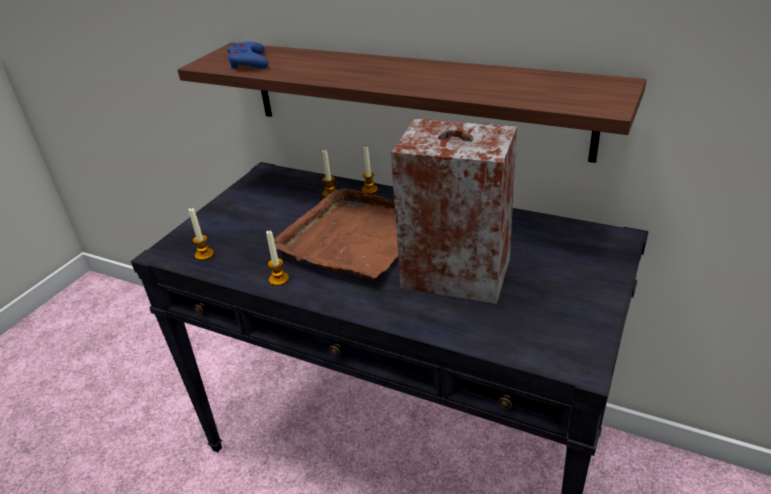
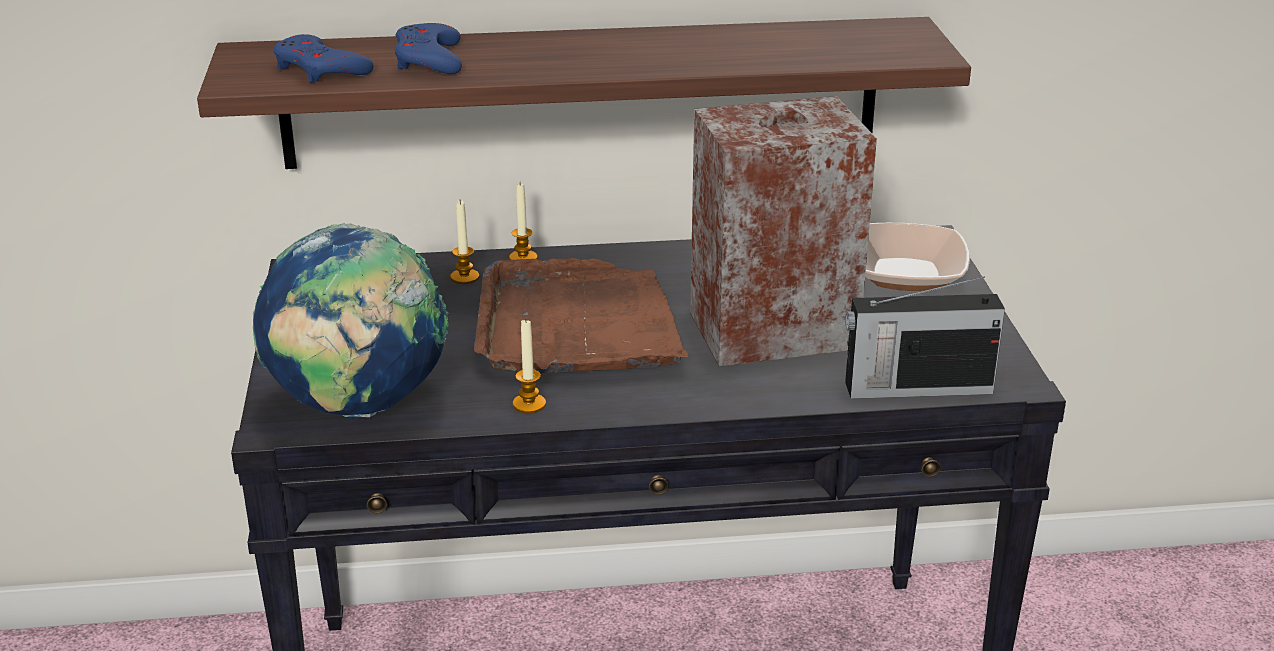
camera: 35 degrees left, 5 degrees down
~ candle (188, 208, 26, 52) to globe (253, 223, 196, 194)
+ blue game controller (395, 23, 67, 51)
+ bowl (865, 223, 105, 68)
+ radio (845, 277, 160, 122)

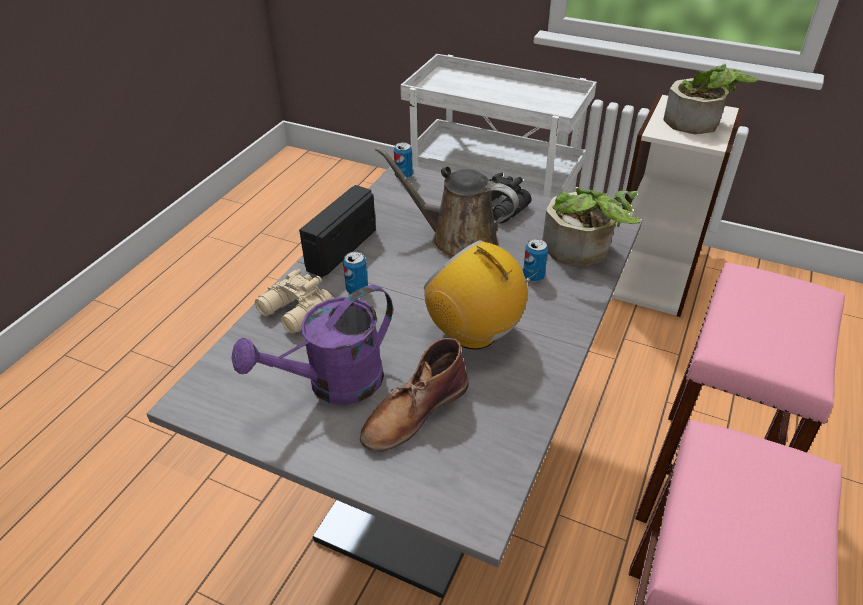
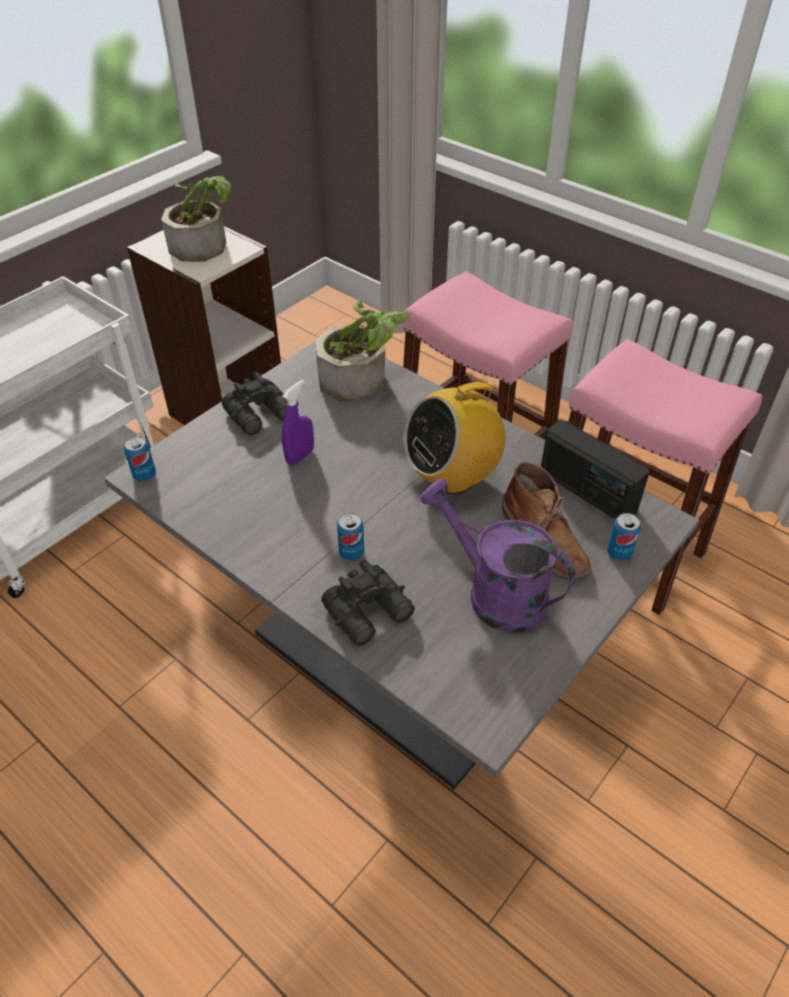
camera: 75 degrees left, 5 degrees up
~ brown watering can (375, 146, 144, 112) to purple spray bottle (282, 379, 32, 87)
~ radio (299, 185, 77, 92) to (541, 420, 109, 99)
~ can (523, 239, 25, 43) to (607, 513, 34, 48)
~ beige binoculars (255, 269, 78, 65) to black binoculars (321, 559, 94, 87)
~ purple watering can (232, 285, 161, 120) = (420, 479, 155, 154) 150 degrees clockwise

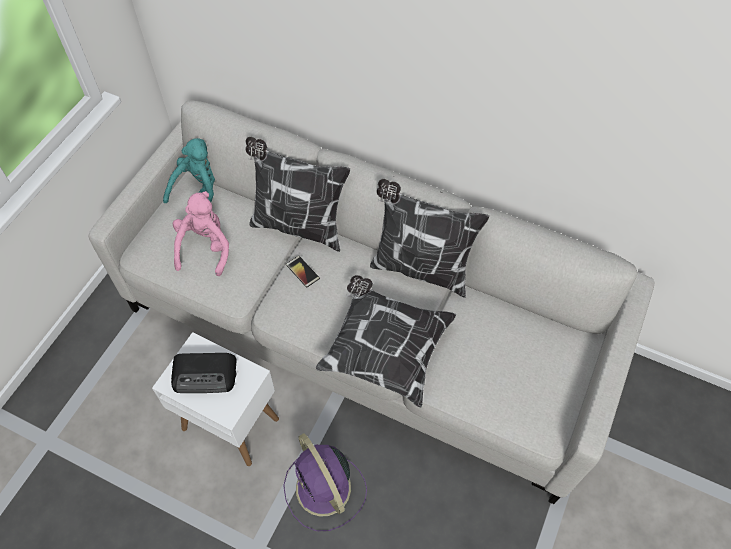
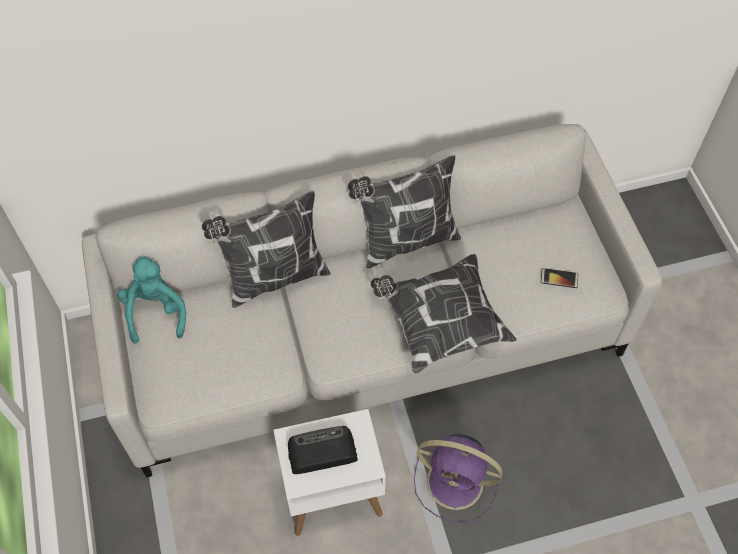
camera: 40 degrees left, 0 degrees up
- pink plush toy (173, 191, 56, 85)
~ phone (286, 255, 34, 33) to (541, 268, 37, 20)
~ radio (171, 353, 66, 40) = (288, 426, 70, 48) 150 degrees counterclockwise

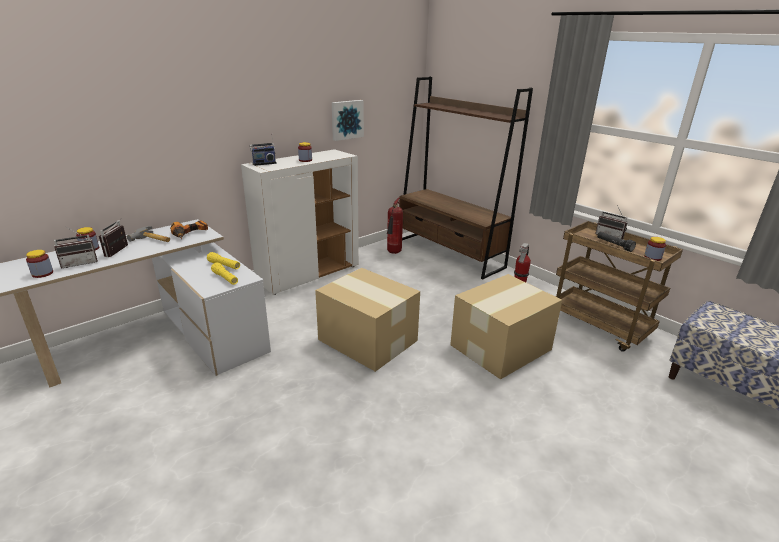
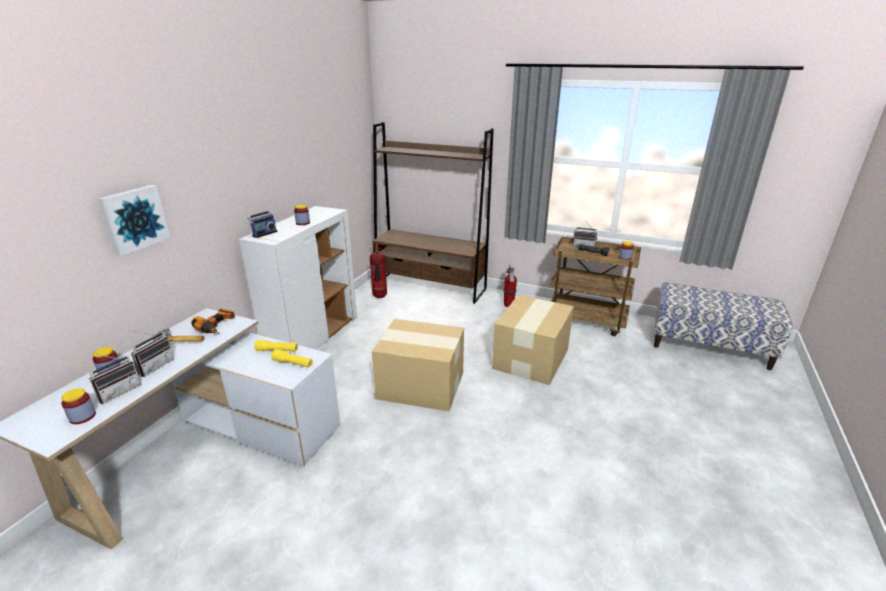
camera: 25 degrees left, 0 degrees up
~ picture (332, 100, 32, 41) to (98, 185, 72, 71)
~ radio (99, 218, 29, 39) = (131, 331, 43, 46) 135 degrees counterclockwise

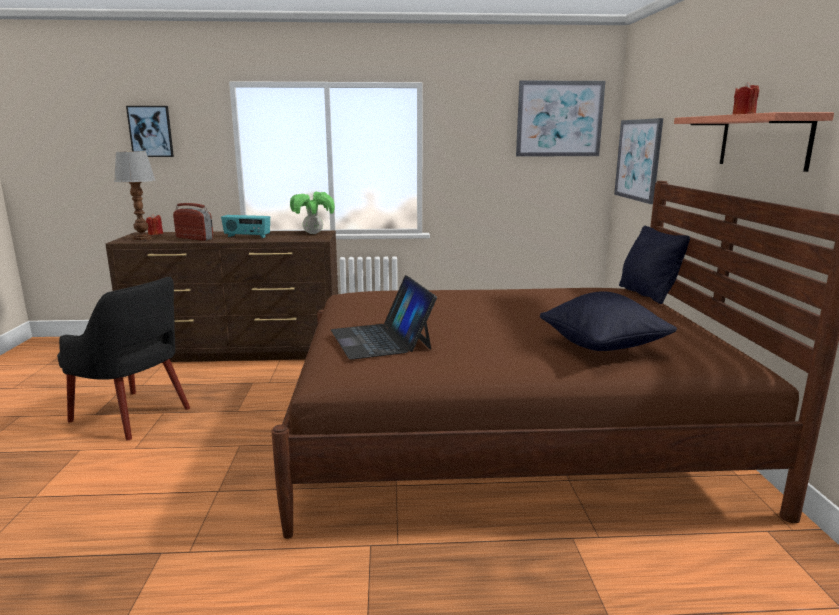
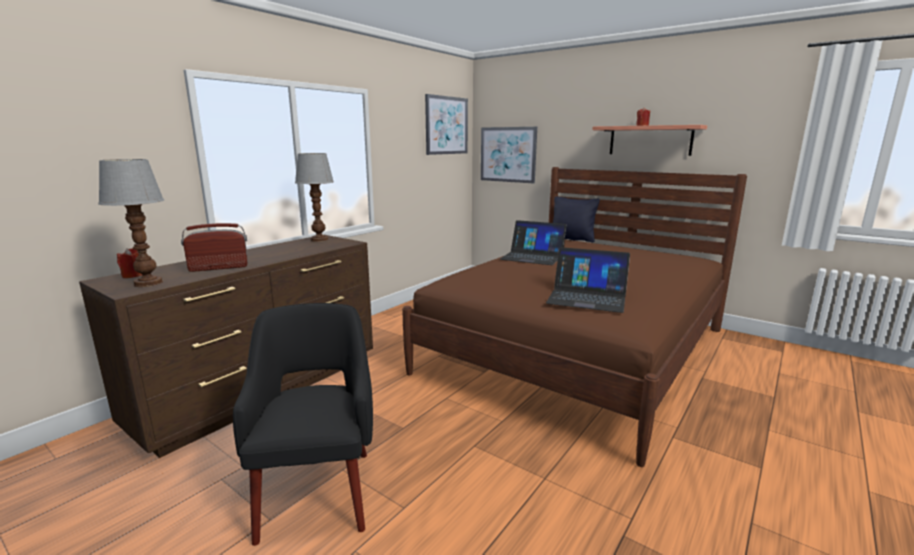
camera: 50 degrees left, 0 degrees up
- picture (126, 106, 48, 51)
~ potted plant (290, 192, 45, 42) to table lamp (295, 153, 39, 89)
- radio (221, 215, 49, 23)
~ black armchair (57, 277, 133, 164) = (233, 303, 140, 243) 75 degrees counterclockwise
- black pillow (540, 291, 137, 60)
+ laptop (500, 220, 67, 45)

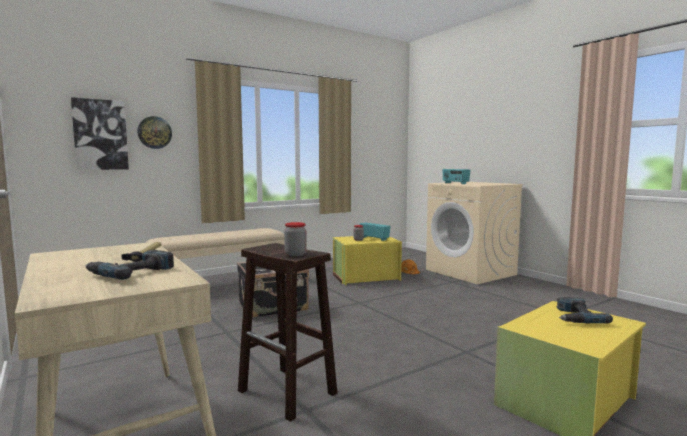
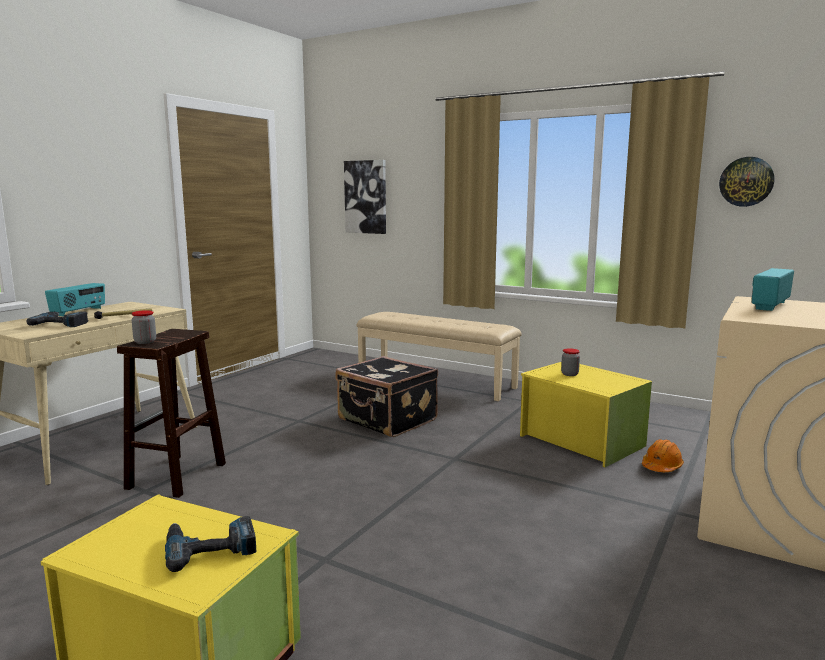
camera: 65 degrees right, 5 degrees up
~ wall clock (137, 116, 35, 33) to (719, 157, 55, 50)
~ radio (360, 222, 30, 19) to (45, 283, 60, 33)

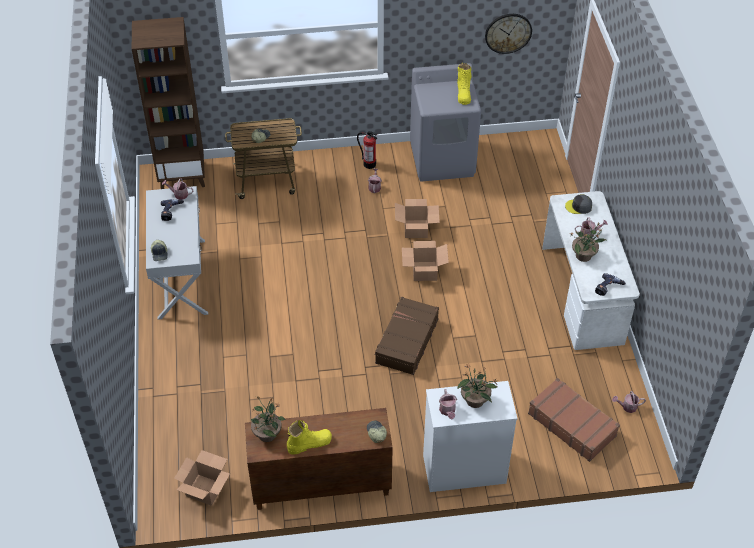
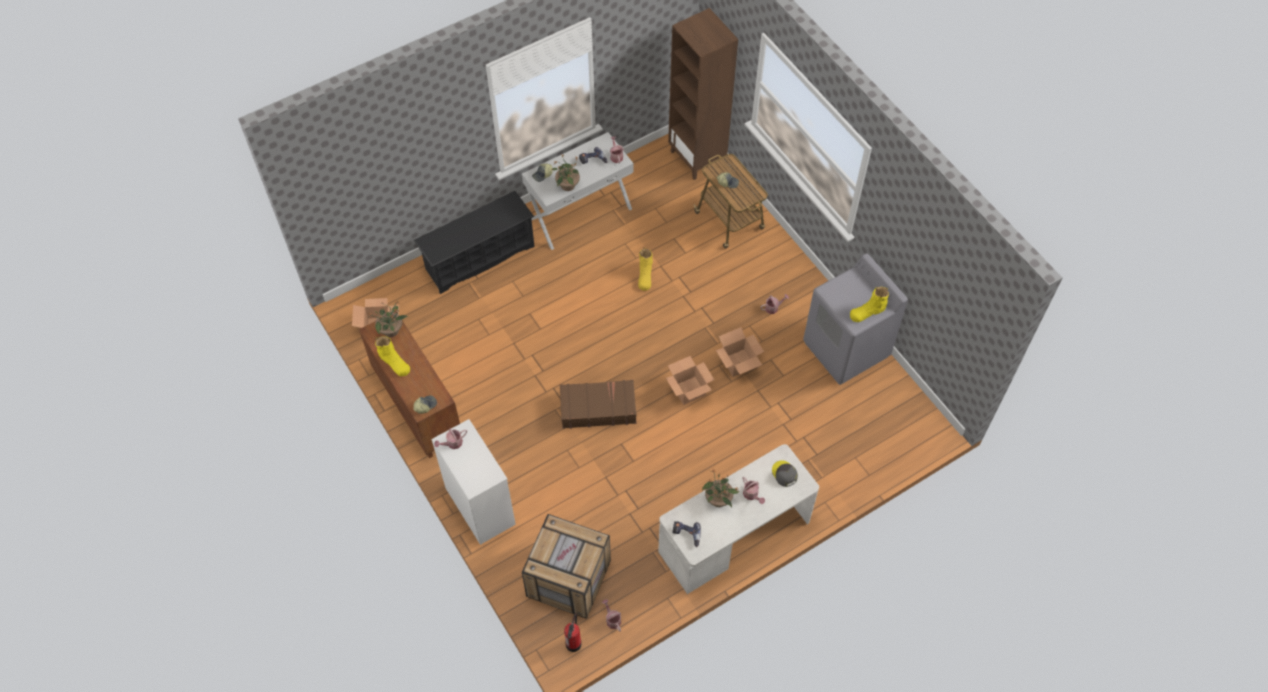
camera: 65 degrees right, 10 degrees up
- wall clock (485, 14, 47, 40)
~ fire extinguisher (357, 131, 21, 38) to (564, 613, 17, 39)
~ potted plant (458, 365, 40, 43) to (552, 155, 28, 36)
~ brown suitcase (528, 378, 92, 84) to crate (522, 514, 89, 105)
+ black shoe rack (414, 191, 121, 103)
+ yellow boot (638, 248, 15, 43)

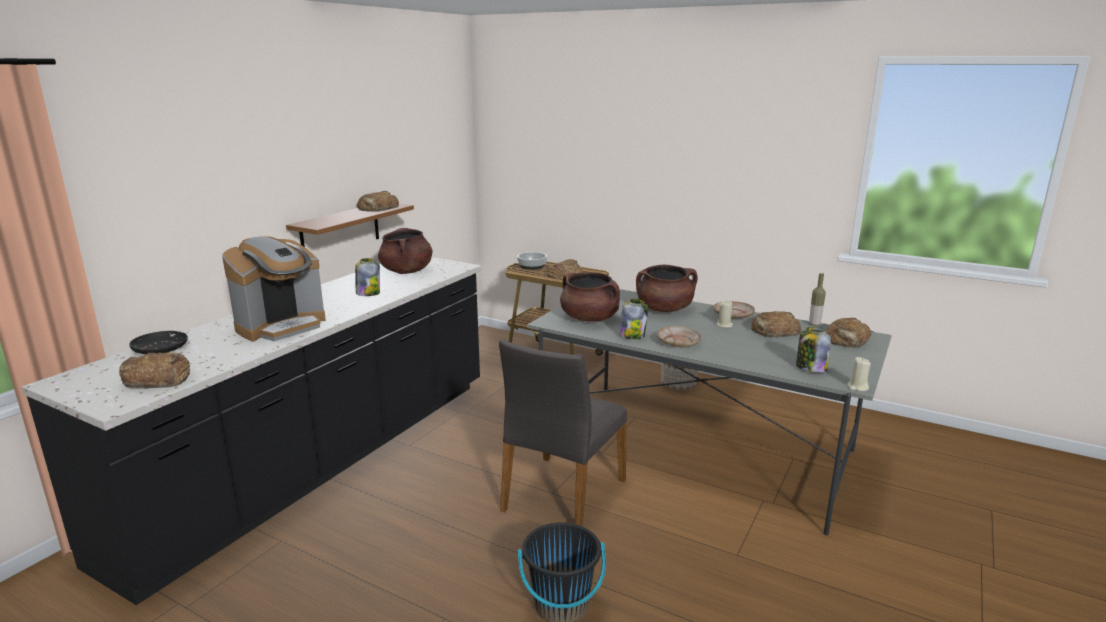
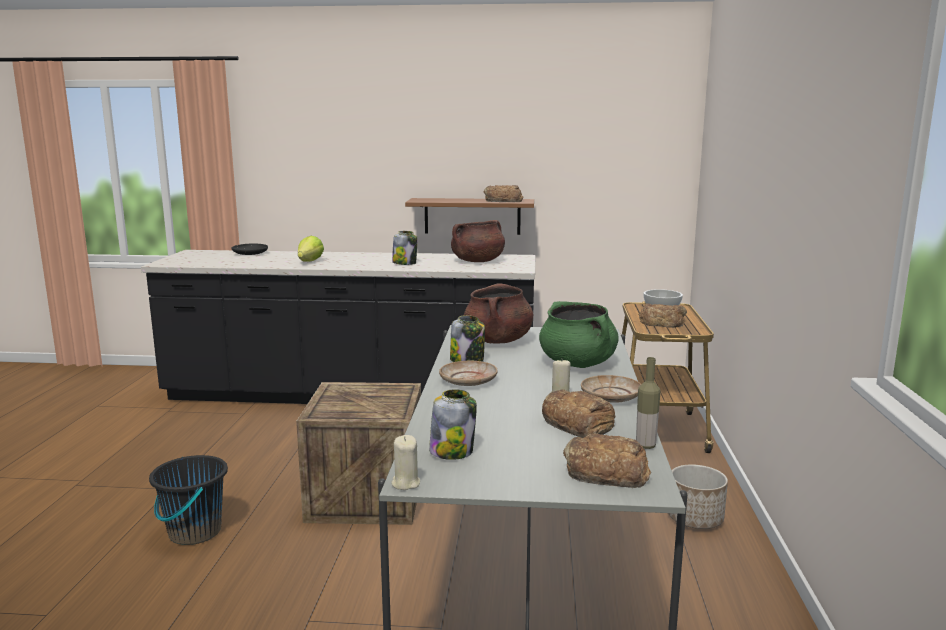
camera: 65 degrees right, 5 degrees down
~ coffee machine (222, 236, 104, 106) to lettuce (298, 236, 26, 26)
~ brown cooking pot (636, 264, 62, 48) to green cooking pot (539, 301, 80, 67)
~ grey chair (499, 339, 128, 188) to crate (296, 382, 125, 143)
- bread (119, 352, 71, 37)

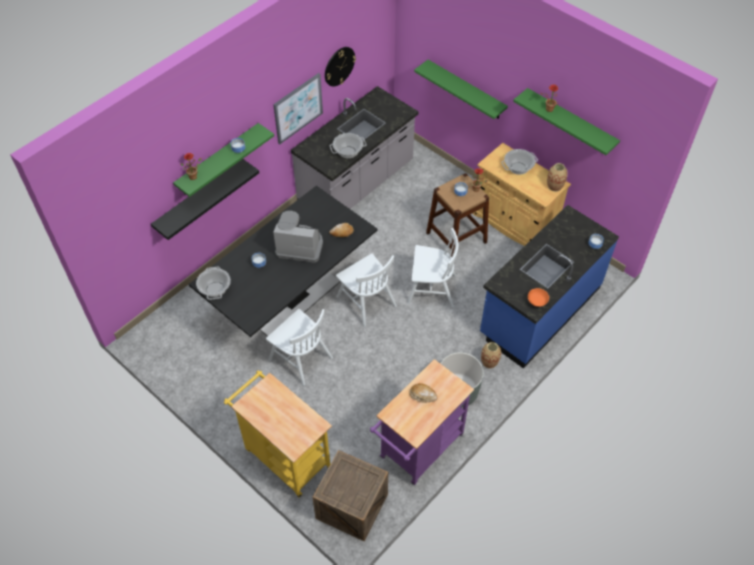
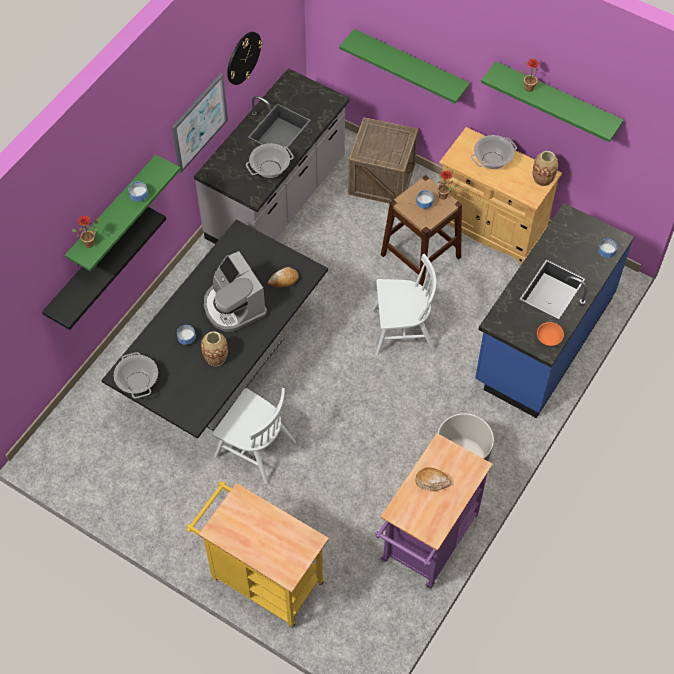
camera: 10 degrees left, 5 degrees up
~ coffee machine (273, 211, 50, 52) = (204, 251, 63, 81) 120 degrees counterclockwise
- white chair (336, 254, 61, 73)
~ vase (481, 342, 20, 26) to (201, 331, 27, 35)
~ crate (312, 450, 76, 91) to (348, 117, 70, 87)

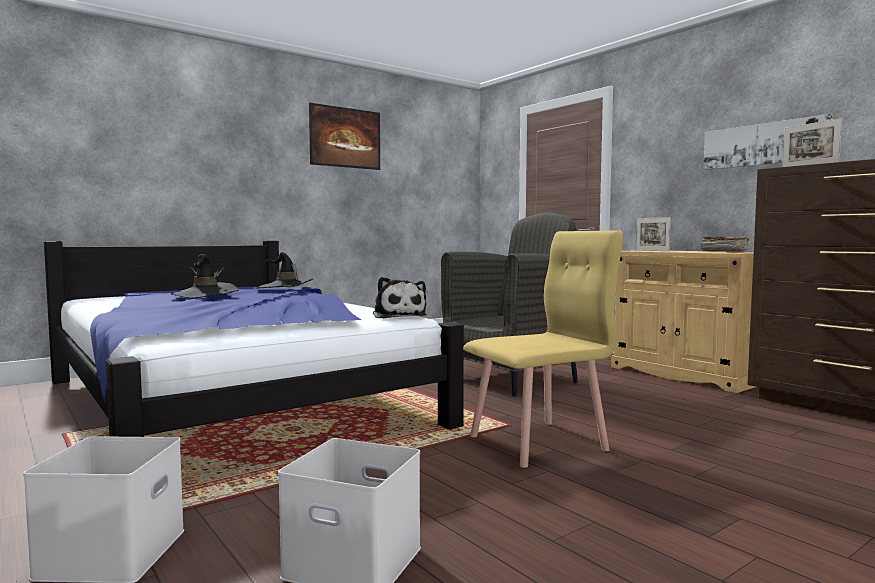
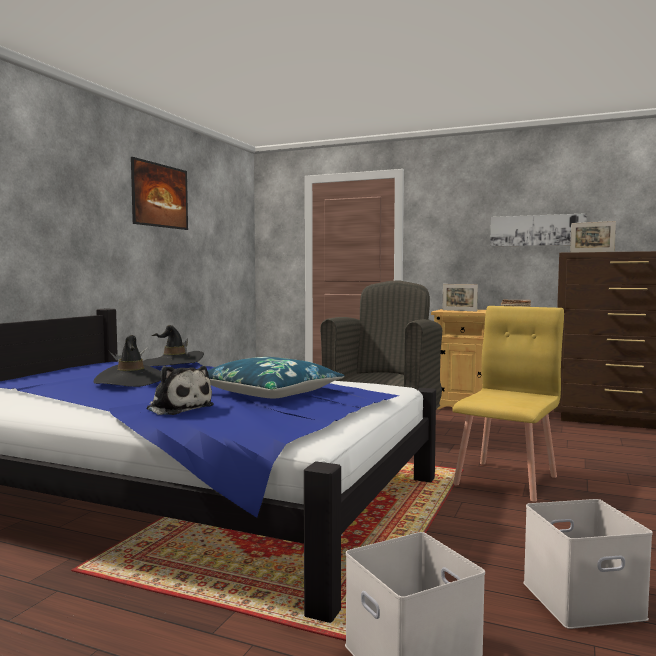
camera: 30 degrees left, 0 degrees up
~ plush toy (373, 277, 54, 41) to (147, 366, 67, 49)
+ blue pillow (207, 357, 138, 42)

